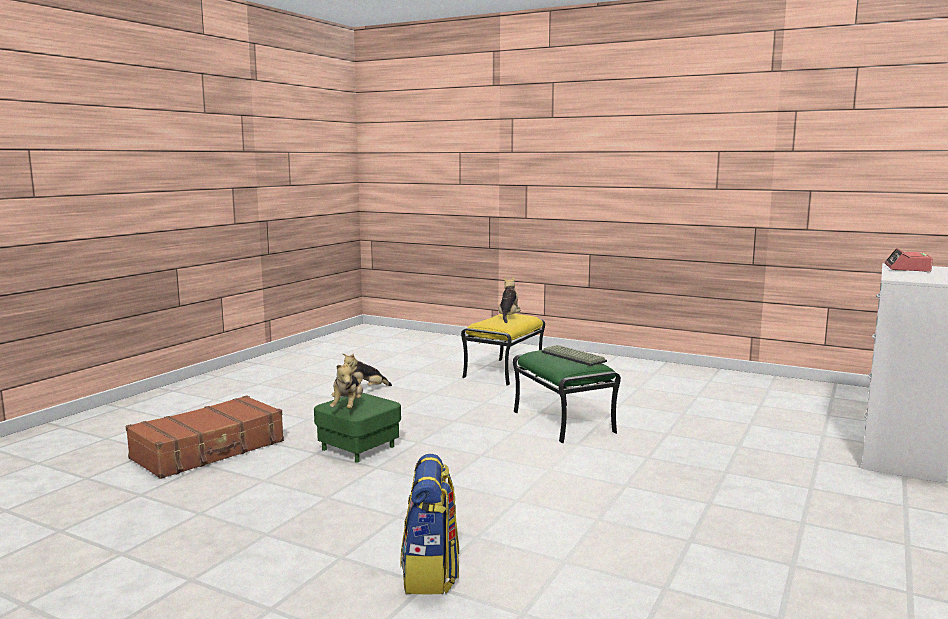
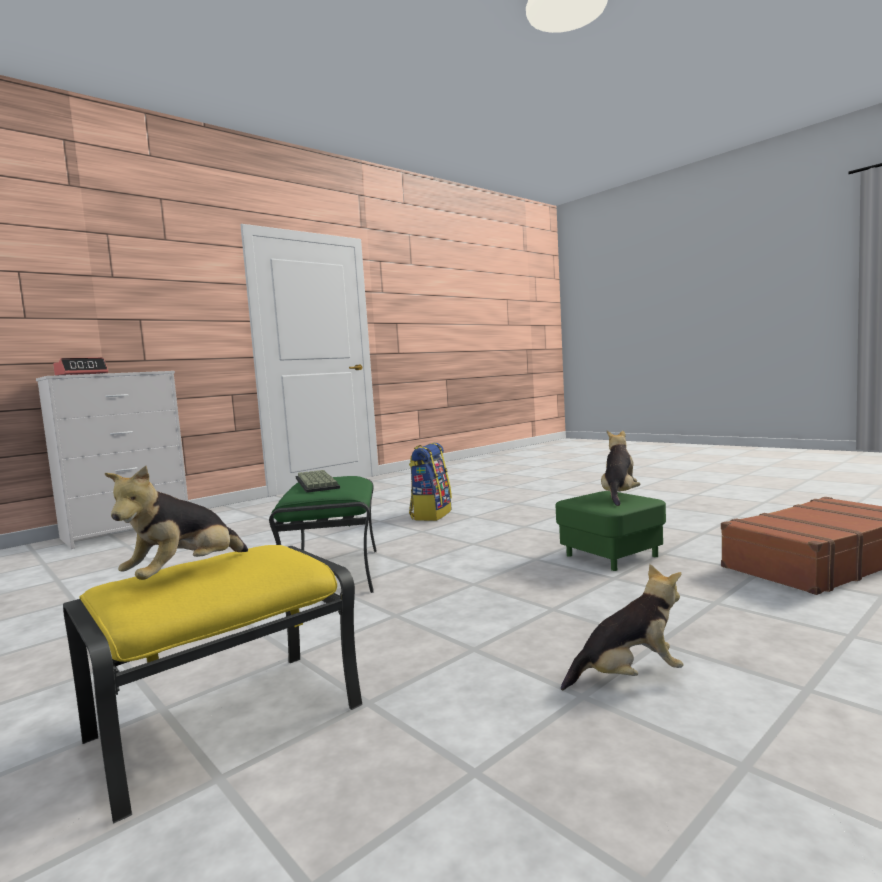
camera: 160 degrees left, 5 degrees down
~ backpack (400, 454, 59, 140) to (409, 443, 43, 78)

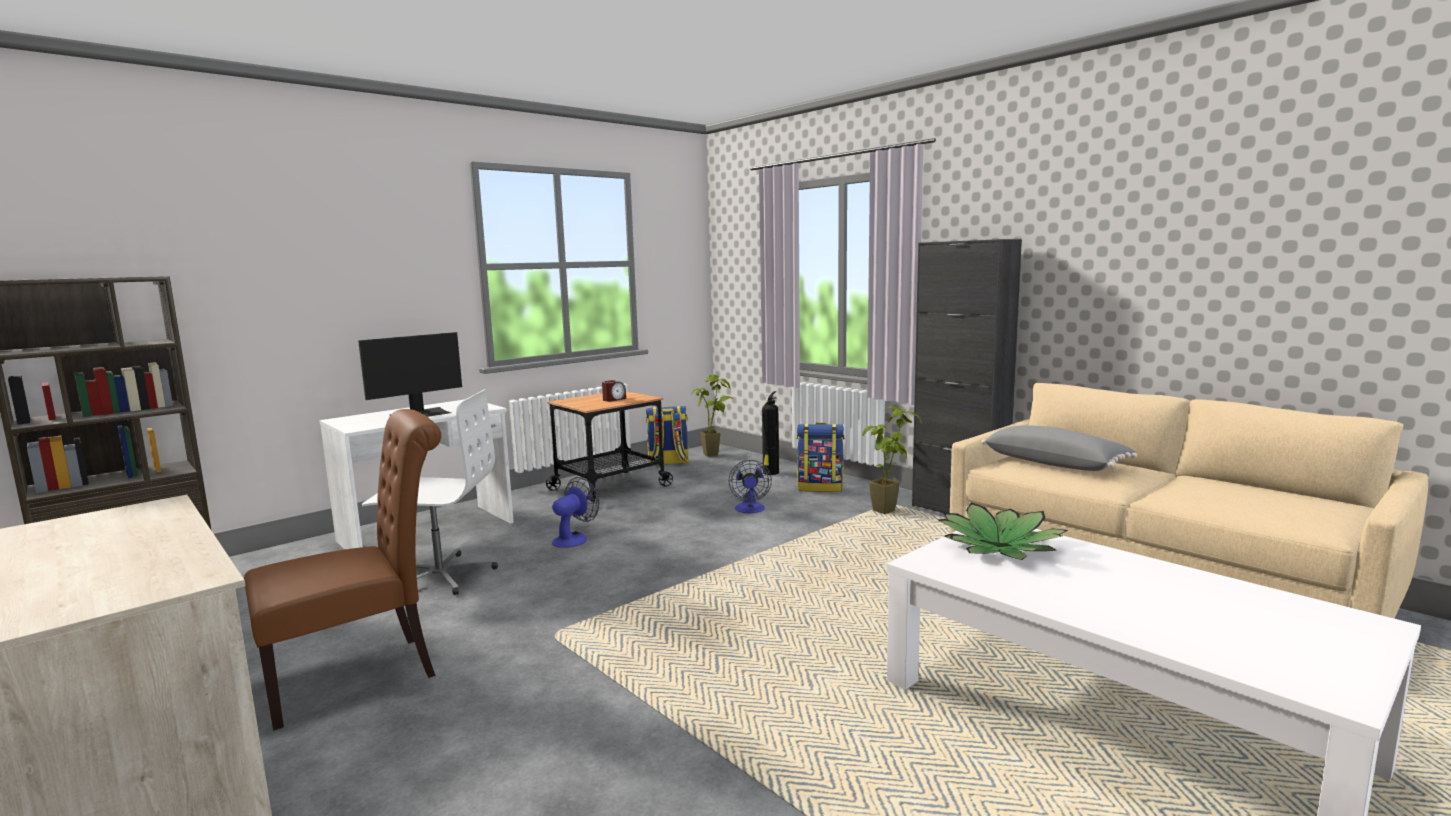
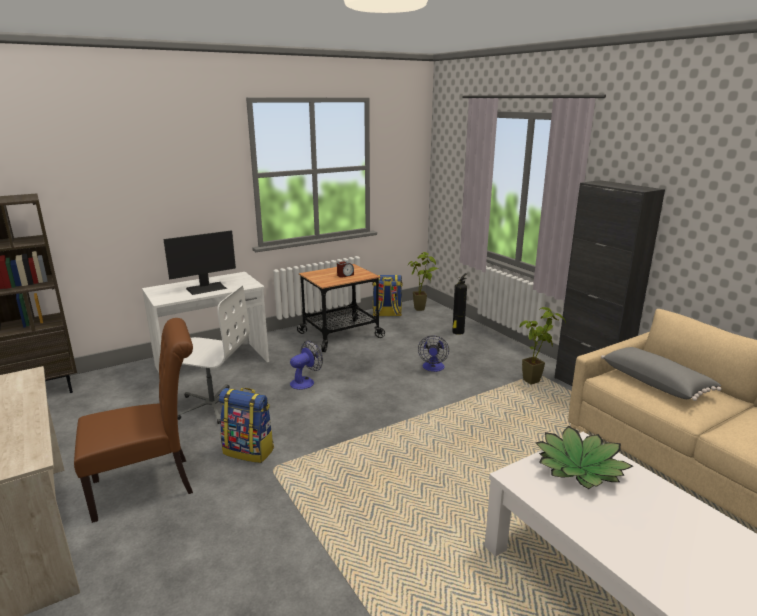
camera: 10 degrees right, 10 degrees up
~ backpack (797, 423, 47, 69) to (219, 388, 55, 75)

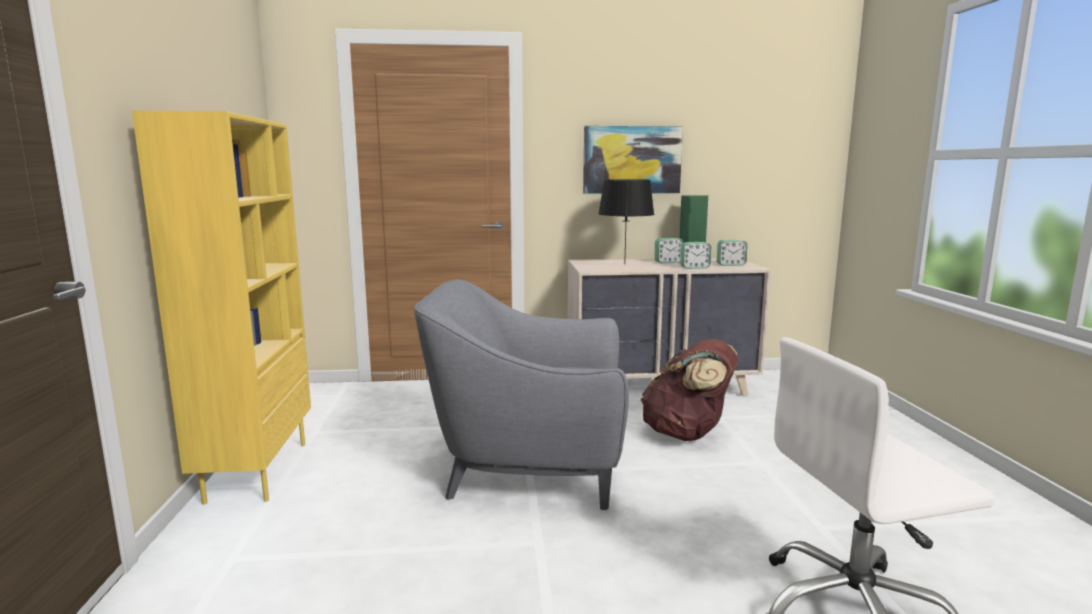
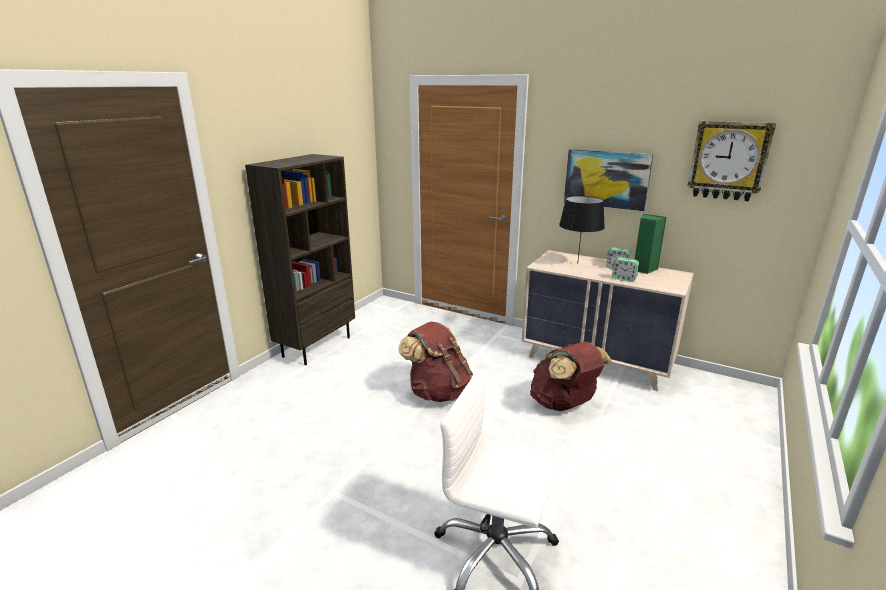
camera: 35 degrees right, 10 degrees up
~ yellow bookcase (132, 111, 179, 394) to brown bookcase (245, 154, 110, 211)
- alarm clock (717, 240, 30, 26)
~ grey armchair (414, 280, 215, 230) to brown backpack (398, 321, 75, 81)
+ wall clock (688, 121, 88, 80)

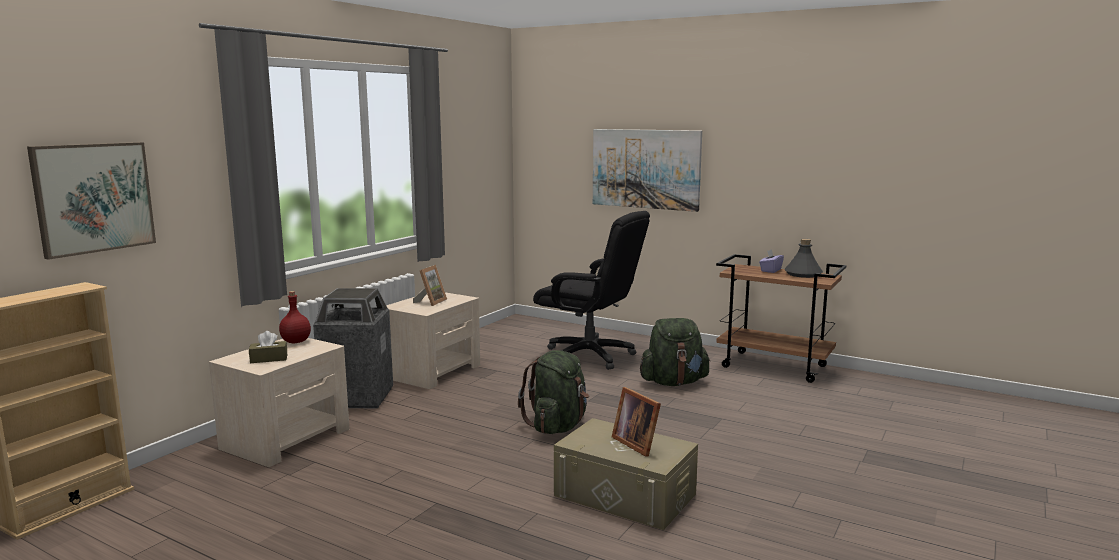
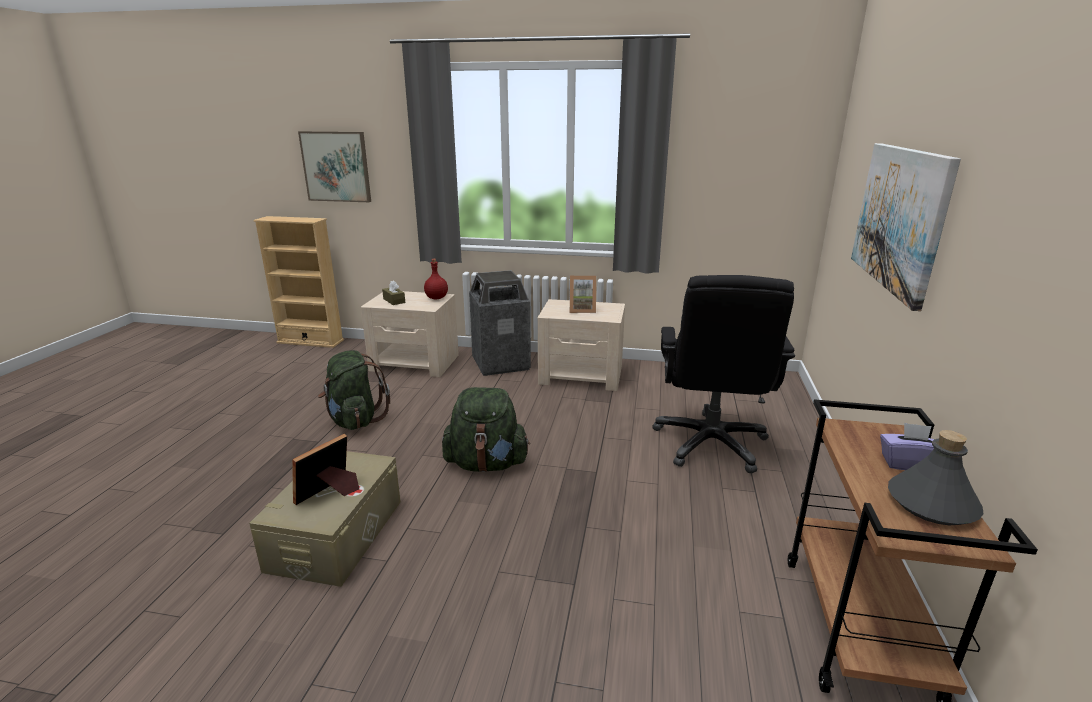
camera: 70 degrees right, 10 degrees up
~ green backpack (640, 318, 70, 68) to (318, 350, 72, 80)

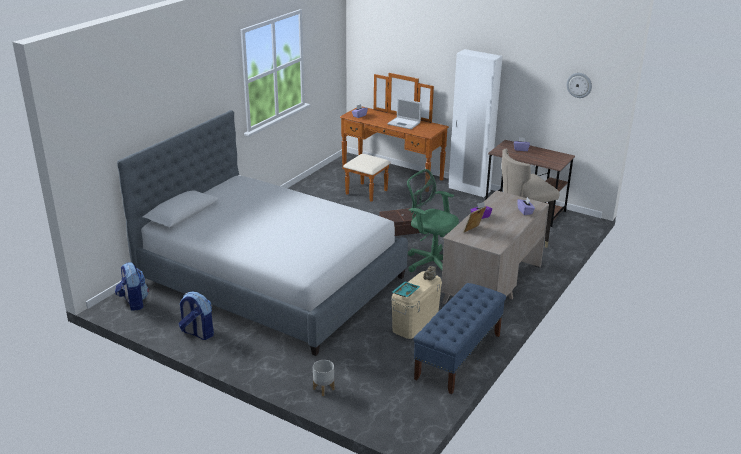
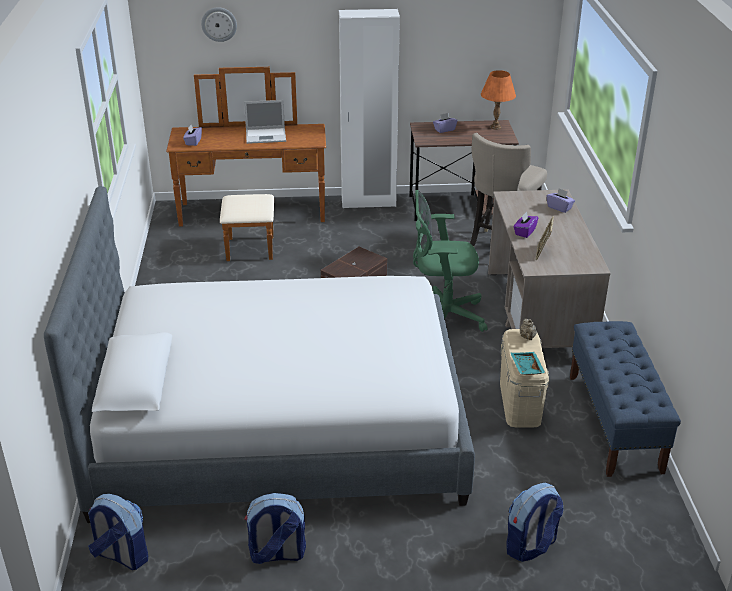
camera: 35 degrees left, 5 degrees up
~ wall clock (567, 73, 25, 25) to (201, 7, 36, 35)
~ grey planter (313, 360, 21, 36) to backpack (506, 483, 58, 79)
+ orange table lamp (481, 70, 35, 60)

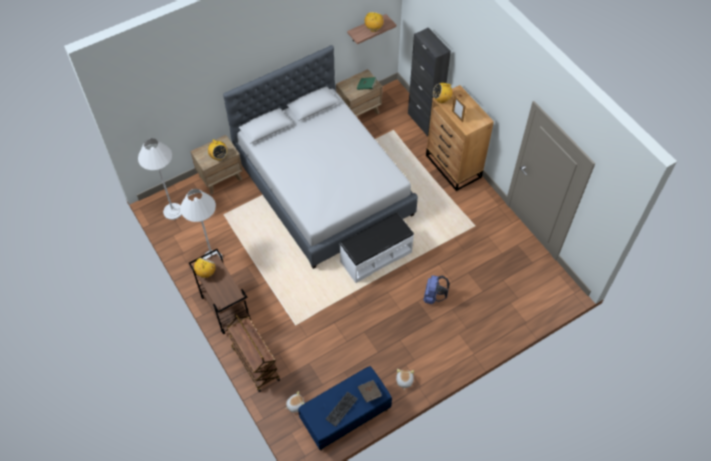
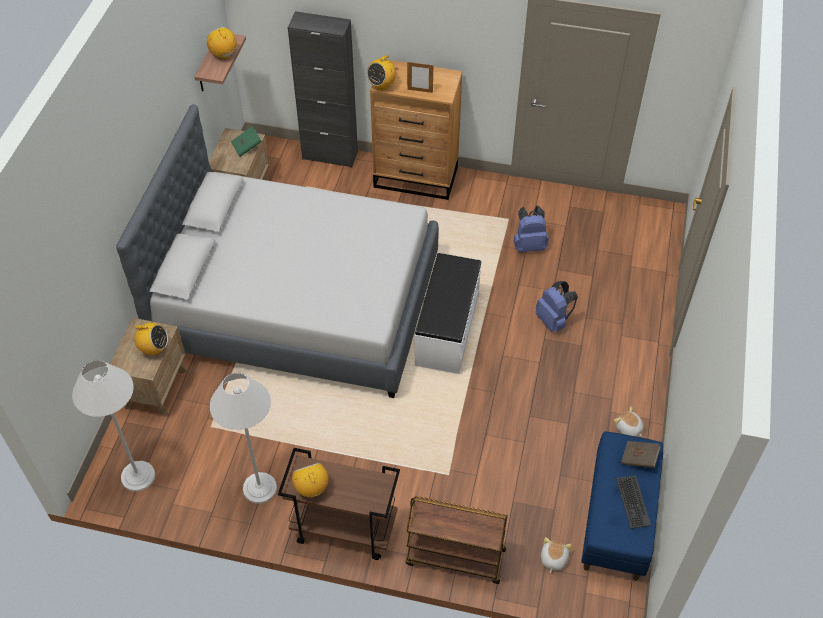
camera: 45 degrees left, 5 degrees down
+ blue backpack (514, 206, 35, 46)

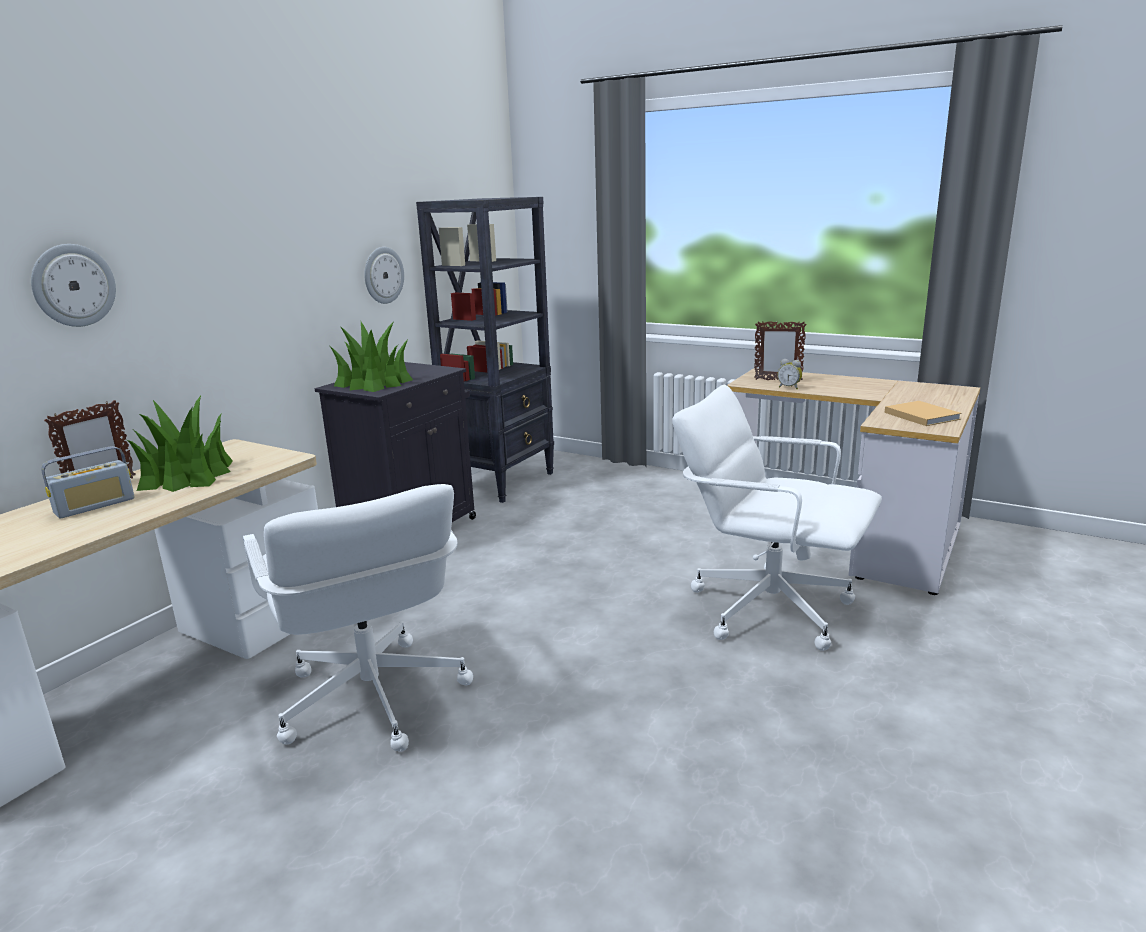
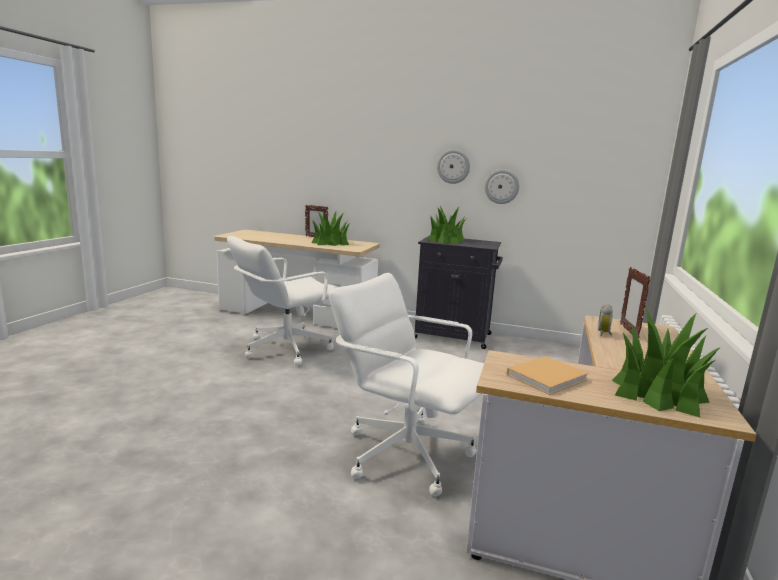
camera: 75 degrees right, 5 degrees down
- black bookcase (416, 197, 138, 306)
~ wall clock (31, 244, 85, 83) to (437, 149, 33, 35)
~ white office chair (672, 385, 210, 266) = (329, 273, 155, 223) 75 degrees counterclockwise
- radio (41, 446, 94, 72)
+ potted plant (612, 306, 107, 111)

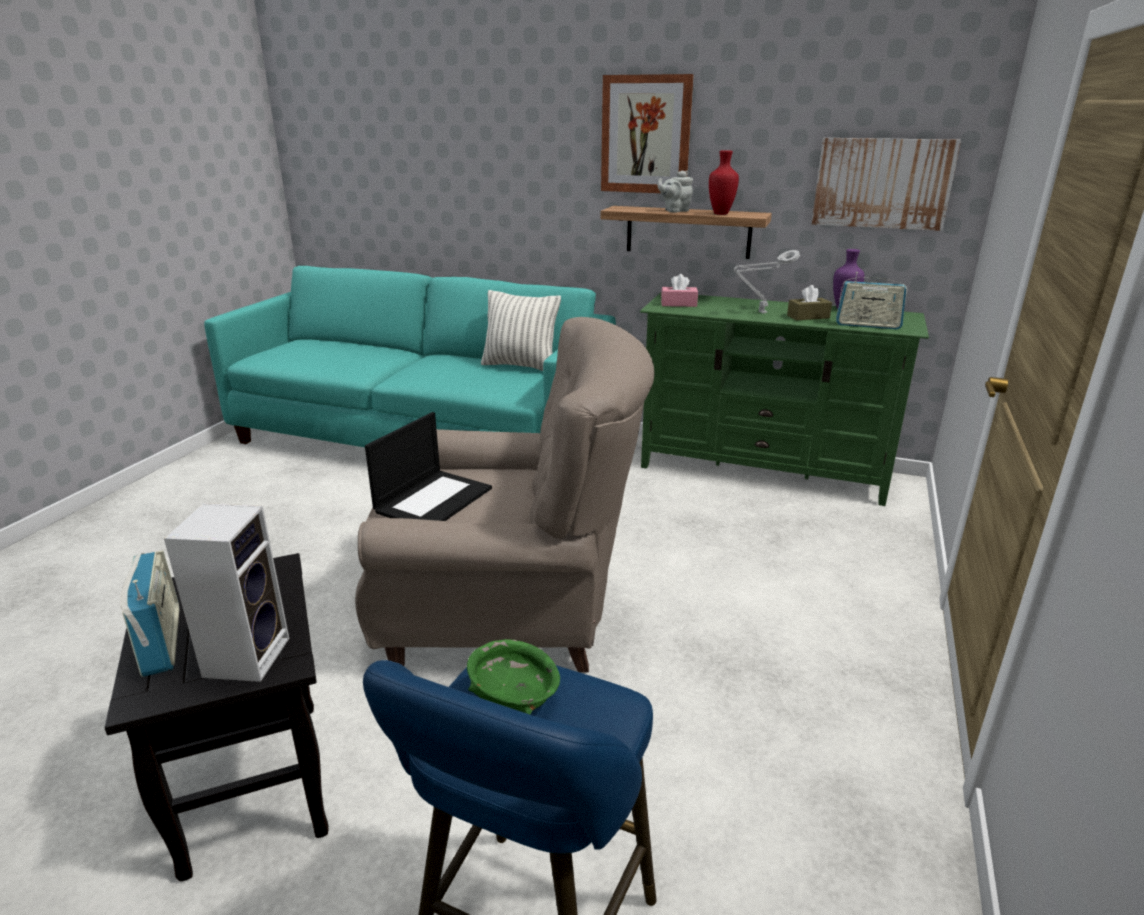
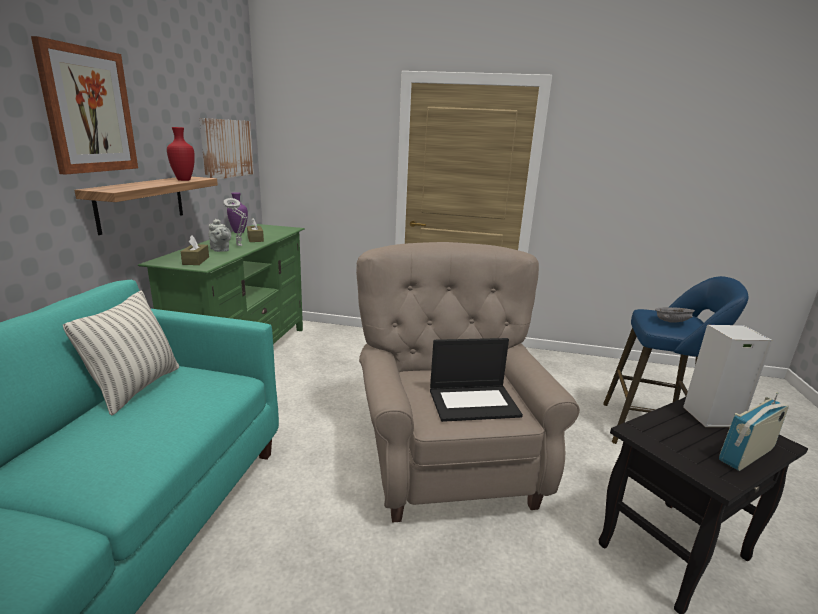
camera: 100 degrees left, 5 degrees down
~ grey teapot (658, 170, 35, 42) to (209, 219, 22, 33)
- radio (836, 272, 71, 57)
~ pink tissue box (661, 274, 37, 33) to brown tissue box (181, 235, 28, 30)
~ laptop (365, 412, 127, 109) = (430, 338, 93, 84) 150 degrees clockwise
~ green bowl (467, 639, 93, 76) to grey bowl (655, 307, 40, 16)

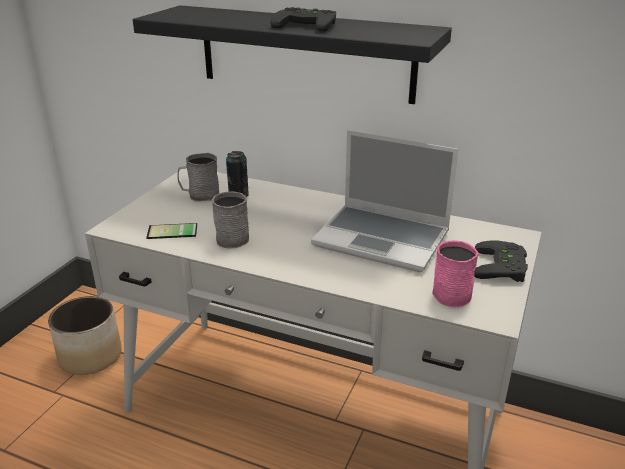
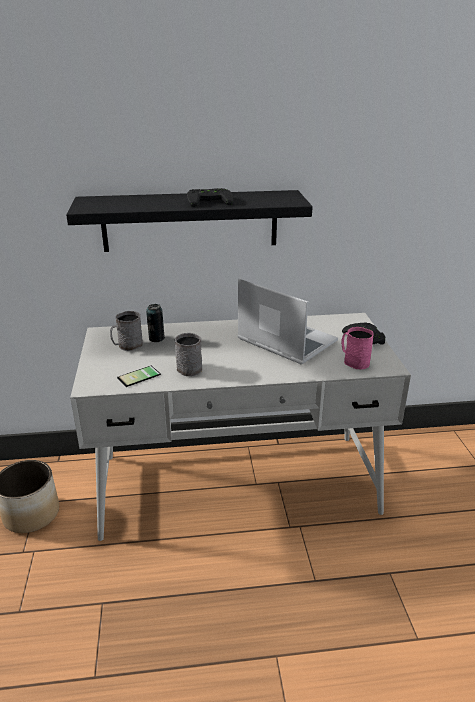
camera: 30 degrees left, 0 degrees up
~ laptop (311, 130, 147, 142) = (237, 279, 101, 85) 135 degrees counterclockwise

